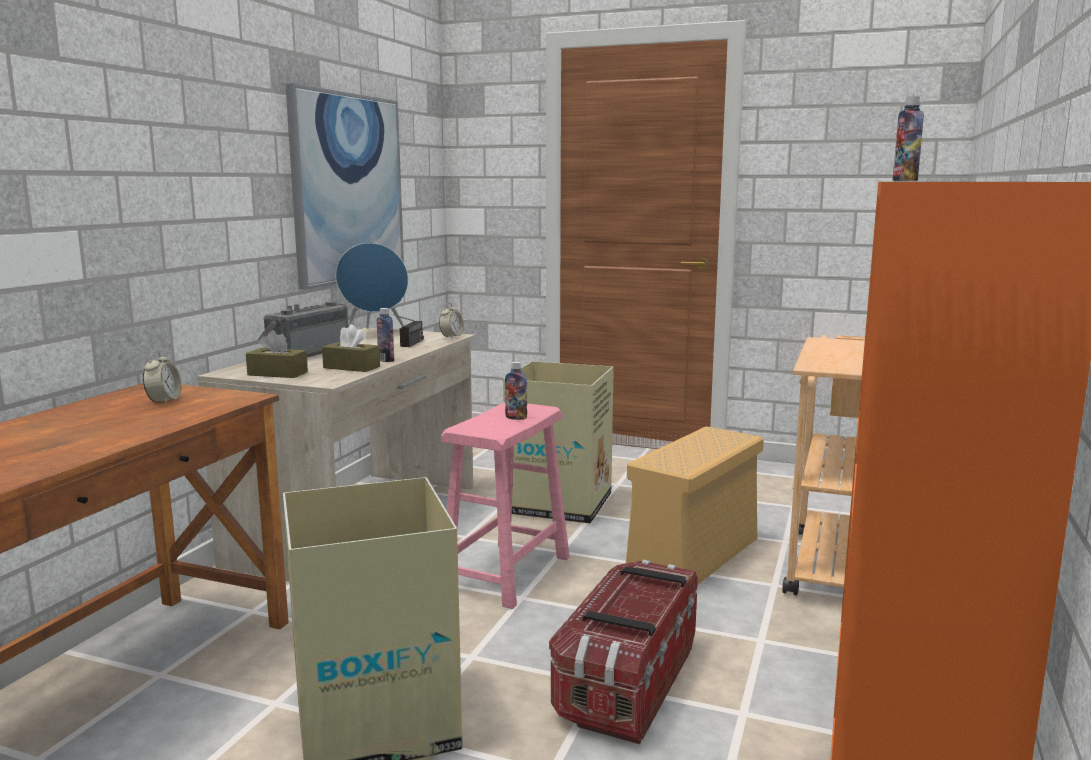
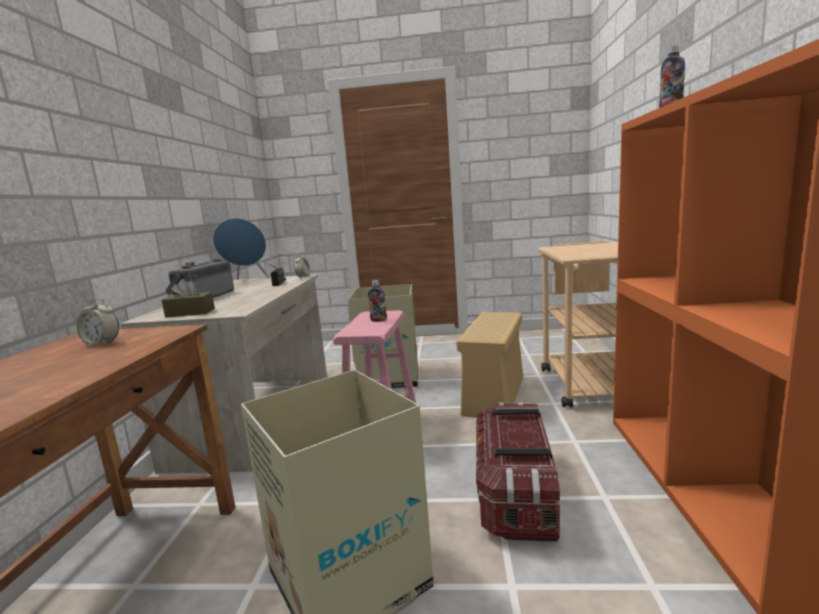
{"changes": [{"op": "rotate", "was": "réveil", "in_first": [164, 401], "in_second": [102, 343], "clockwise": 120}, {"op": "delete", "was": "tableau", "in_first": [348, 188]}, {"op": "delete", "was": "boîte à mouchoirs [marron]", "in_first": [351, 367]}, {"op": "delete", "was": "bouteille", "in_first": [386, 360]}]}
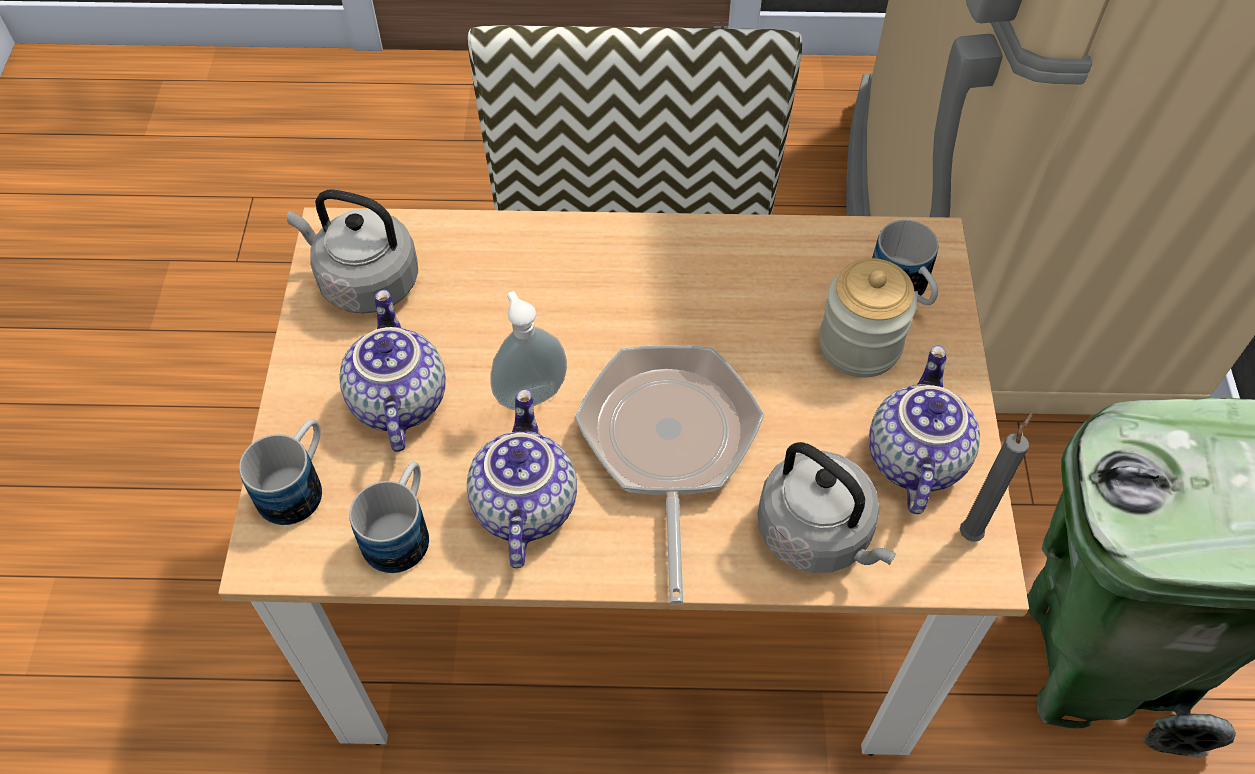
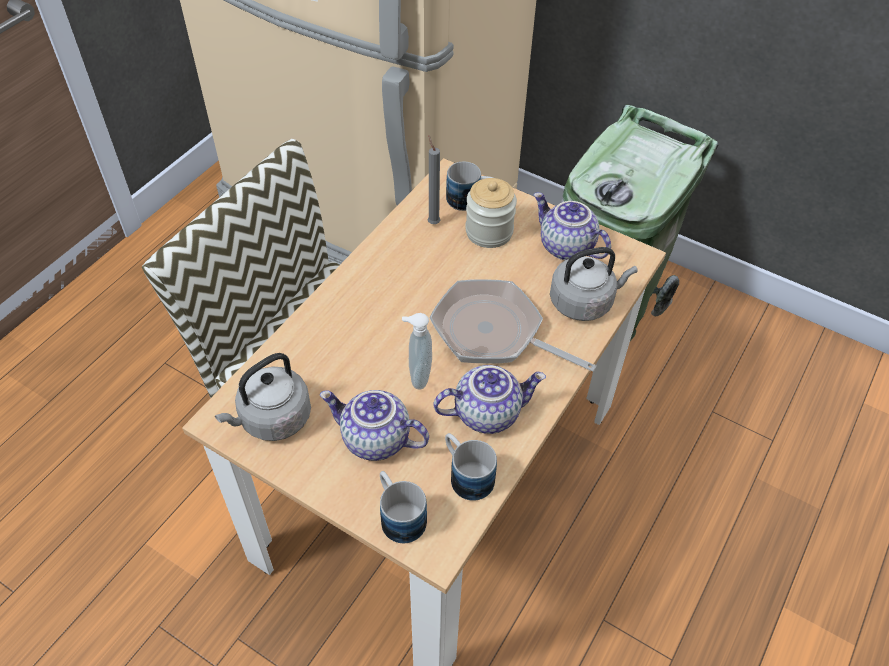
{"changes": [{"op": "rotate", "was": "théière", "in_first": [522, 505], "in_second": [487, 412], "clockwise": 135}, {"op": "move", "was": "bougie [gris]", "in_first": [971, 532], "in_second": [433, 222]}]}
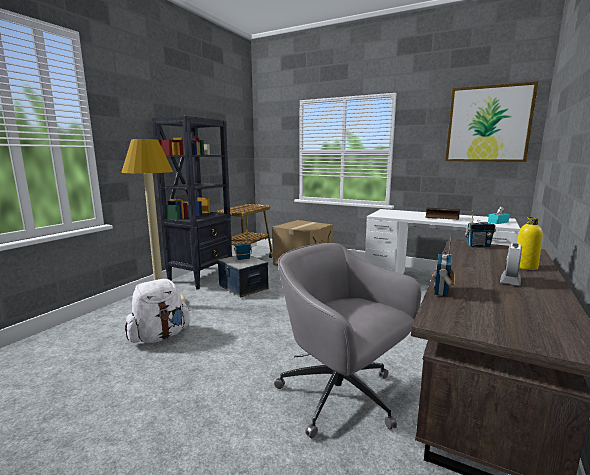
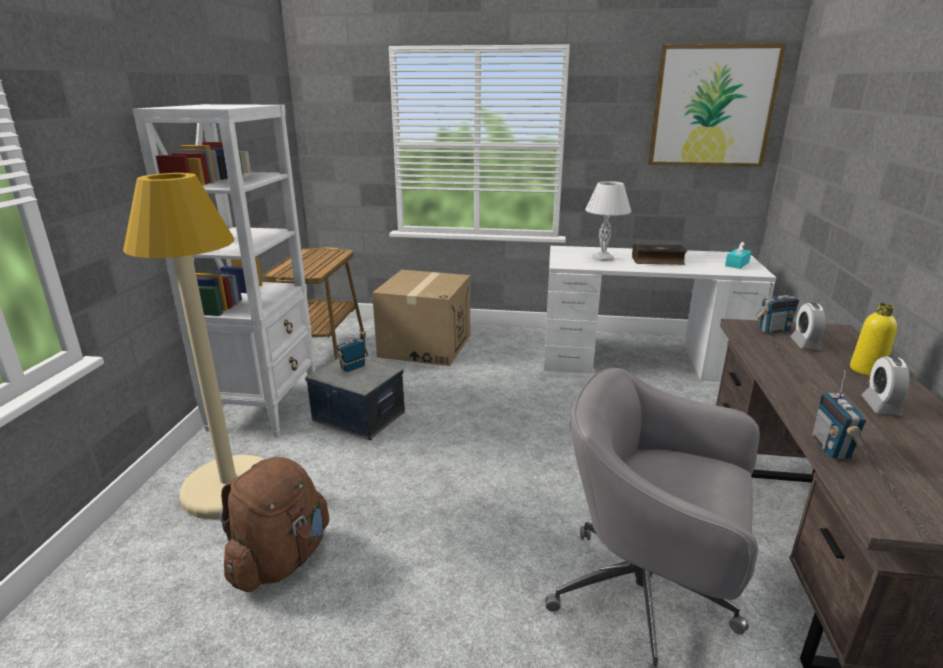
{"changes": [{"op": "recolor", "was": "sac à dos [blanc]", "now": "sac à dos [marron]", "in_first": [160, 336], "in_second": [281, 560]}, {"op": "recolor", "was": "bibliothèque [noir]", "now": "bibliothèque [blanc]", "in_first": [201, 277], "in_second": [265, 408]}, {"op": "insert", "now": "lampe de table [blanc]", "in_second": [603, 258]}, {"op": "insert", "now": "réveil", "in_second": [804, 344]}]}
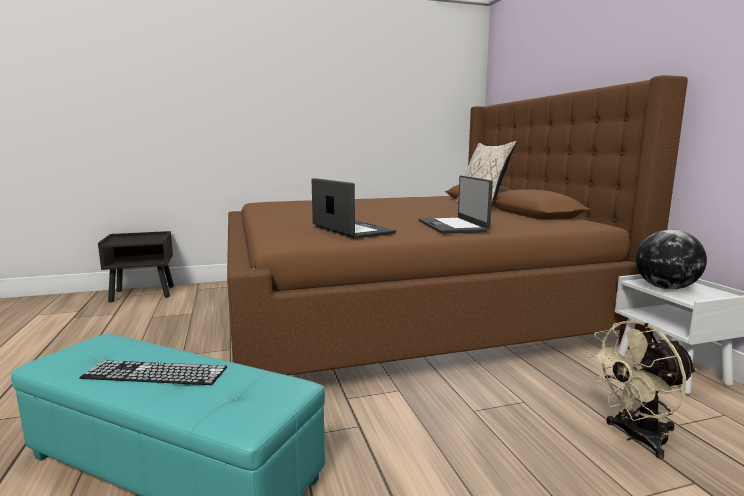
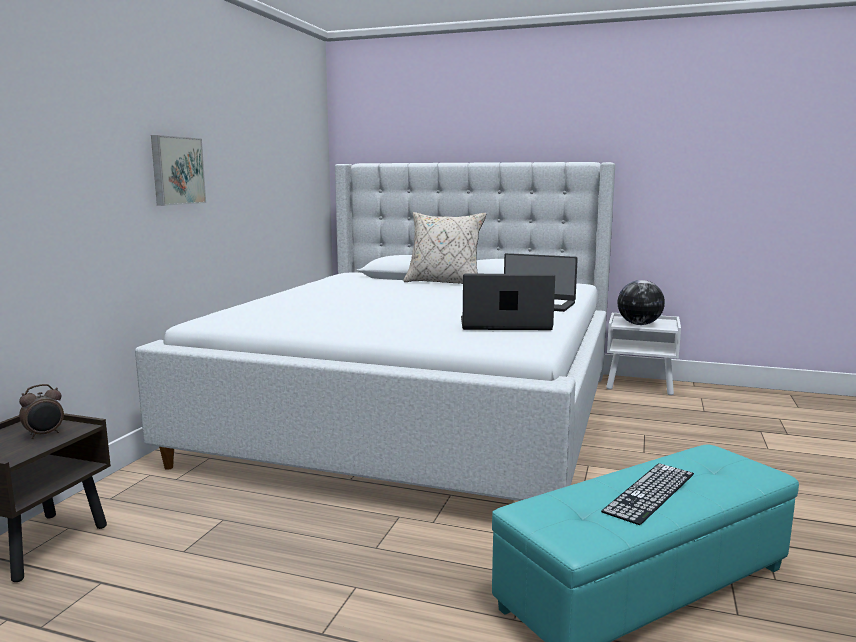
{"changes": [{"op": "recolor", "was": "lit [marron]", "now": "lit [blanc]", "in_first": [406, 310], "in_second": [420, 414]}, {"op": "delete", "was": "ventilateur [beige]", "in_first": [636, 438]}, {"op": "insert", "now": "réveil", "in_second": [45, 434]}, {"op": "insert", "now": "tableau", "in_second": [176, 171]}]}
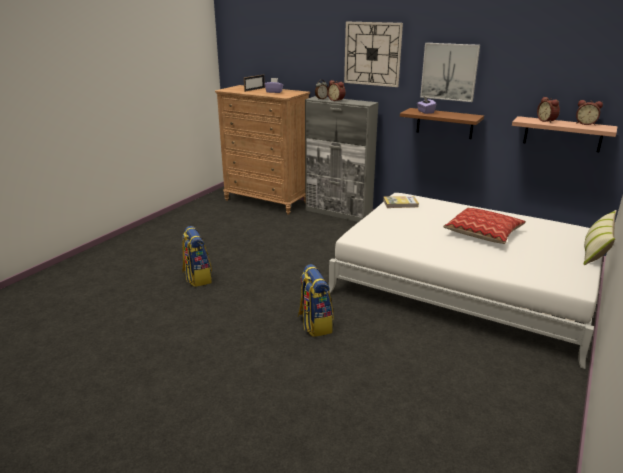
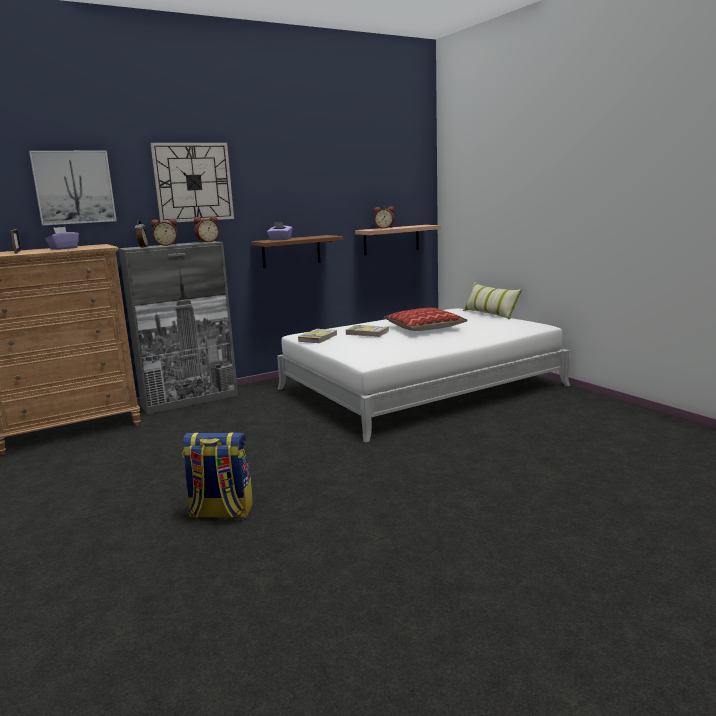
{"changes": [{"op": "delete", "was": "sac à dos", "in_first": [314, 324]}, {"op": "move", "was": "tableau", "in_first": [449, 72], "in_second": [74, 187]}, {"op": "move", "was": "réveil", "in_first": [585, 123], "in_second": [207, 242]}, {"op": "insert", "now": "livre", "in_second": [367, 333]}]}
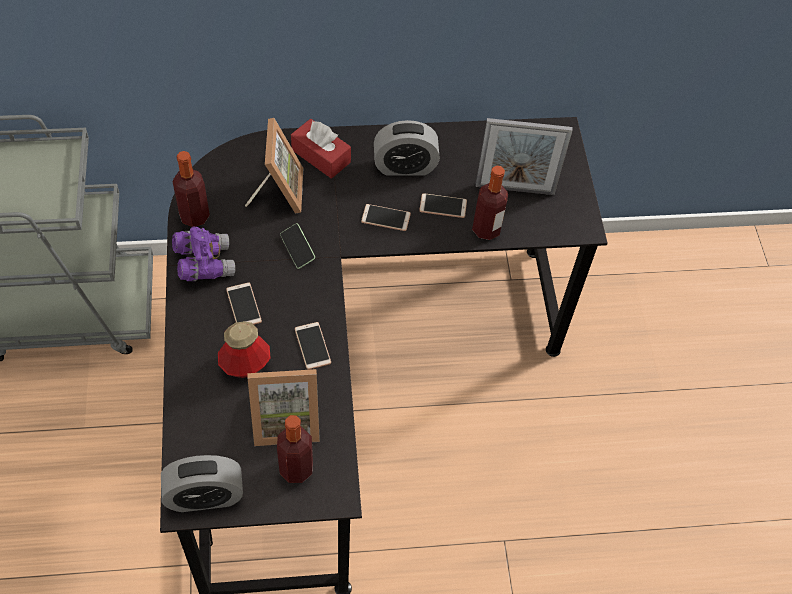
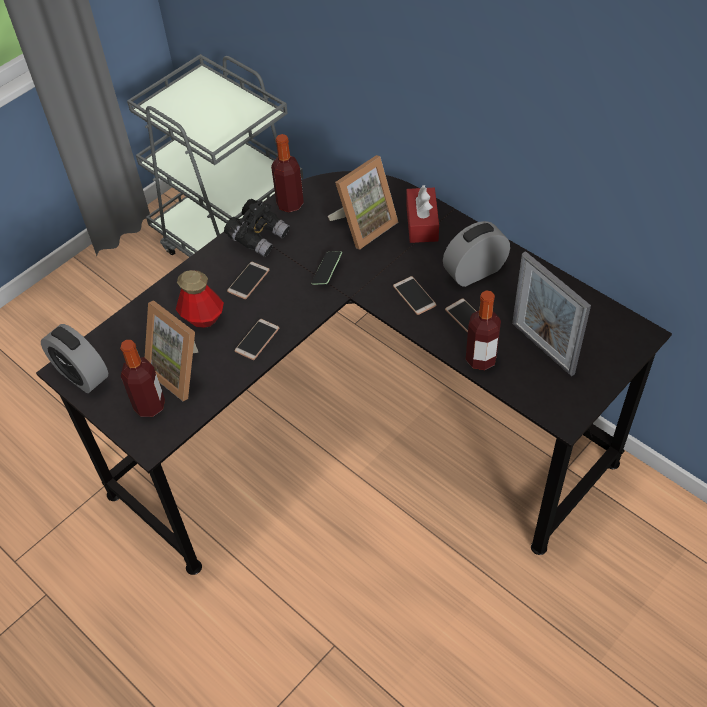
{"changes": [{"op": "recolor", "was": "jumelles [violet]", "now": "jumelles [noir]", "in_first": [204, 263], "in_second": [258, 237]}, {"op": "rotate", "was": "réveil", "in_first": [405, 166], "in_second": [475, 271], "clockwise": 105}]}
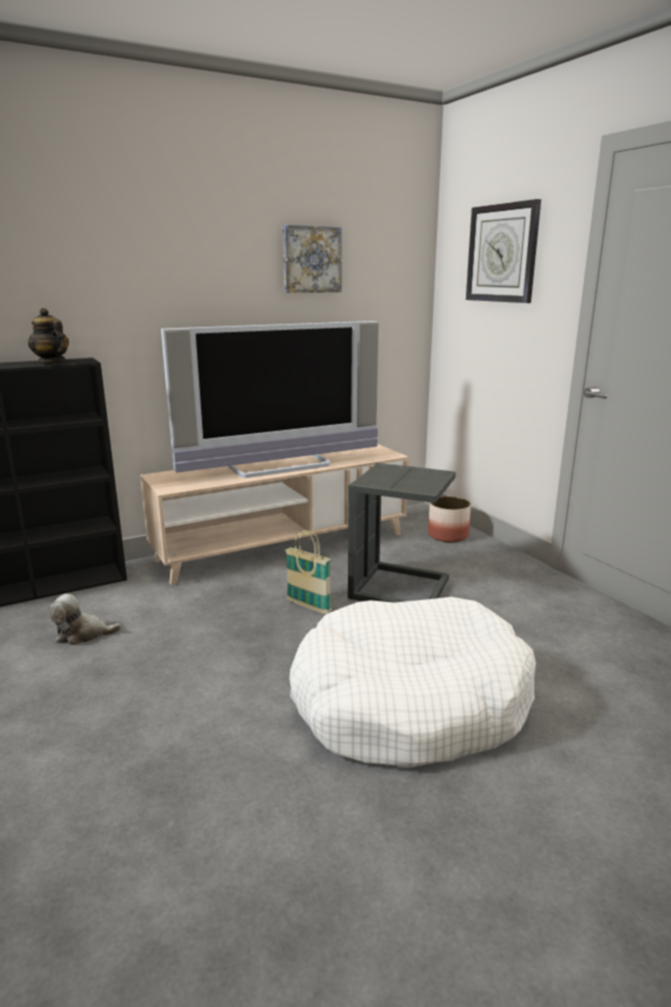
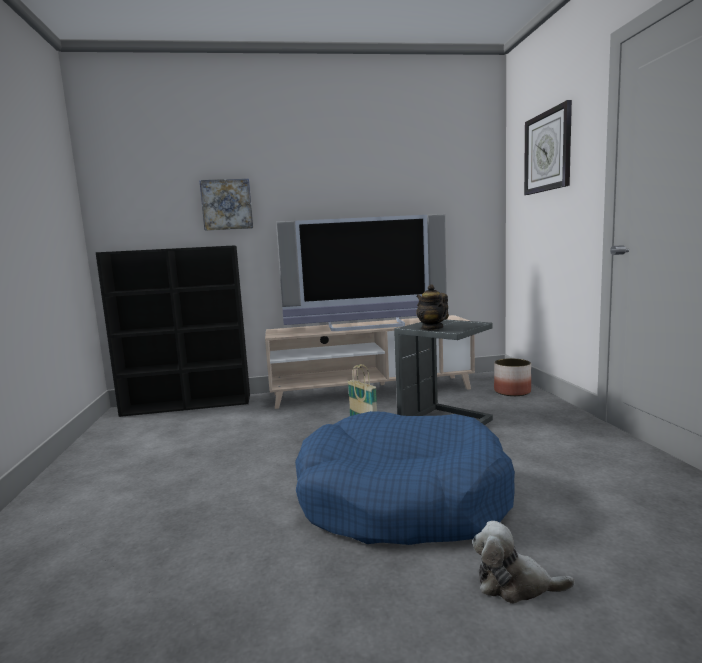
{"changes": [{"op": "move", "was": "théière", "in_first": [51, 363], "in_second": [432, 328]}, {"op": "move", "was": "peluche", "in_first": [83, 634], "in_second": [515, 584]}, {"op": "move", "was": "tableau", "in_first": [311, 259], "in_second": [227, 205]}, {"op": "recolor", "was": "panier pour chien [blanc]", "now": "panier pour chien [bleu]", "in_first": [409, 703], "in_second": [401, 499]}]}
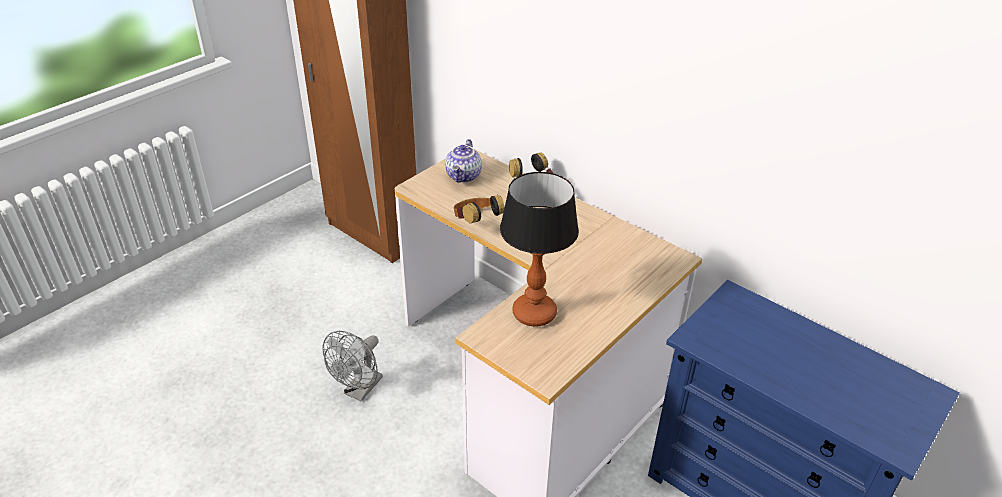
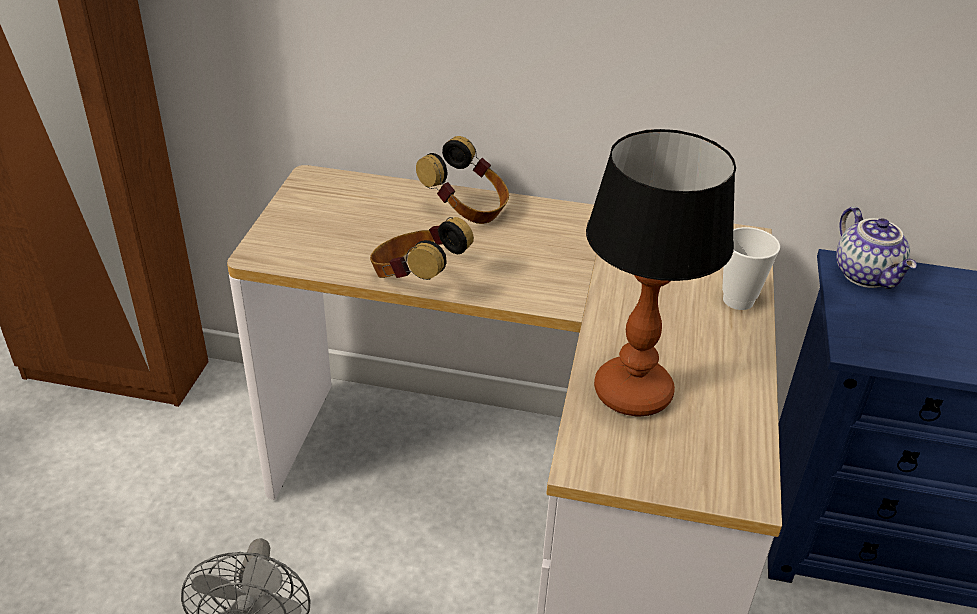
{"changes": [{"op": "move", "was": "théière", "in_first": [464, 176], "in_second": [867, 275]}, {"op": "insert", "now": "tasse", "in_second": [738, 300]}]}
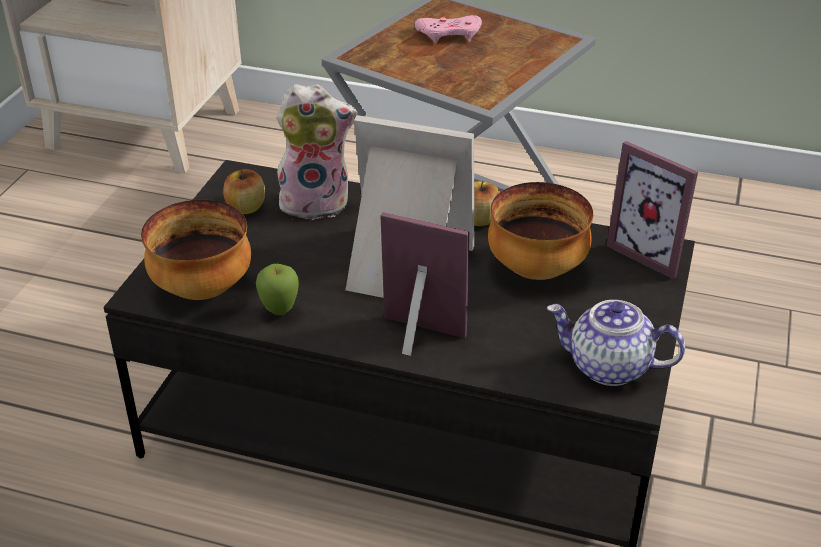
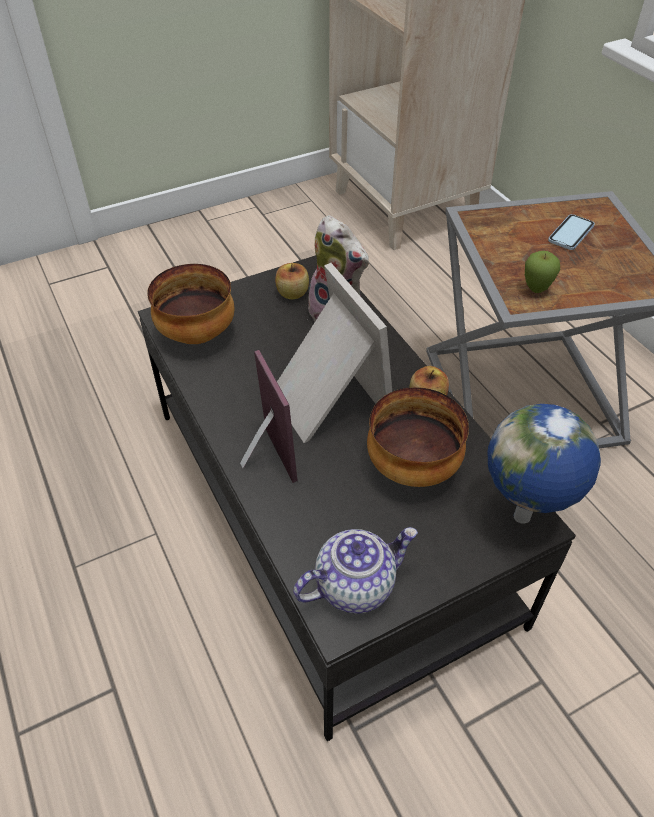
{"changes": [{"op": "move", "was": "pomme", "in_first": [280, 312], "in_second": [536, 290]}, {"op": "replace", "was": "manette [rose]", "now": "téléphone", "in_first": [449, 34], "in_second": [570, 234]}, {"op": "rotate", "was": "théière", "in_first": [608, 367], "in_second": [355, 584], "clockwise": 90}, {"op": "replace", "was": "cadre photo", "now": "globe", "in_first": [652, 252], "in_second": [523, 518]}]}
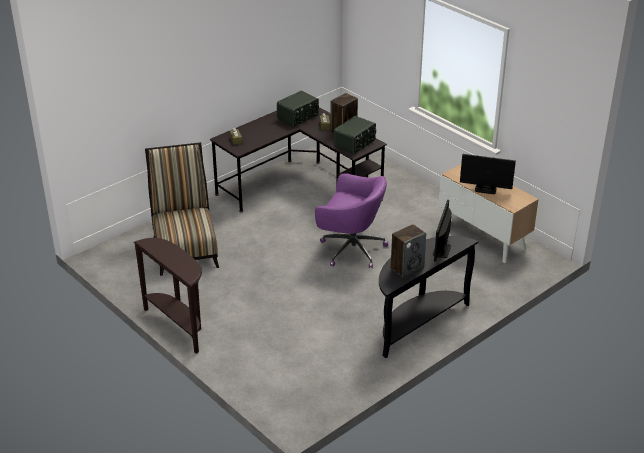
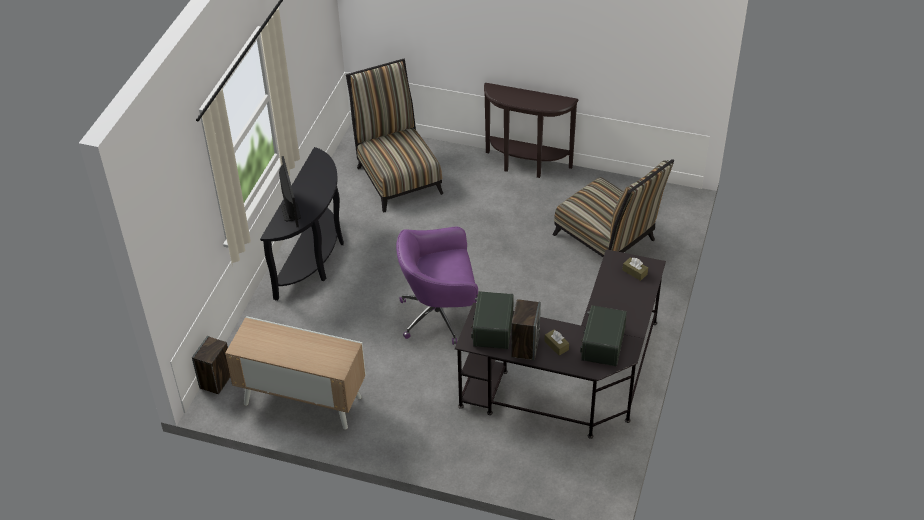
{"changes": [{"op": "move", "was": "enceinte", "in_first": [407, 268], "in_second": [216, 381]}, {"op": "delete", "was": "écran d'ordinateur", "in_first": [485, 189]}, {"op": "insert", "now": "chaise", "in_second": [397, 176]}]}
